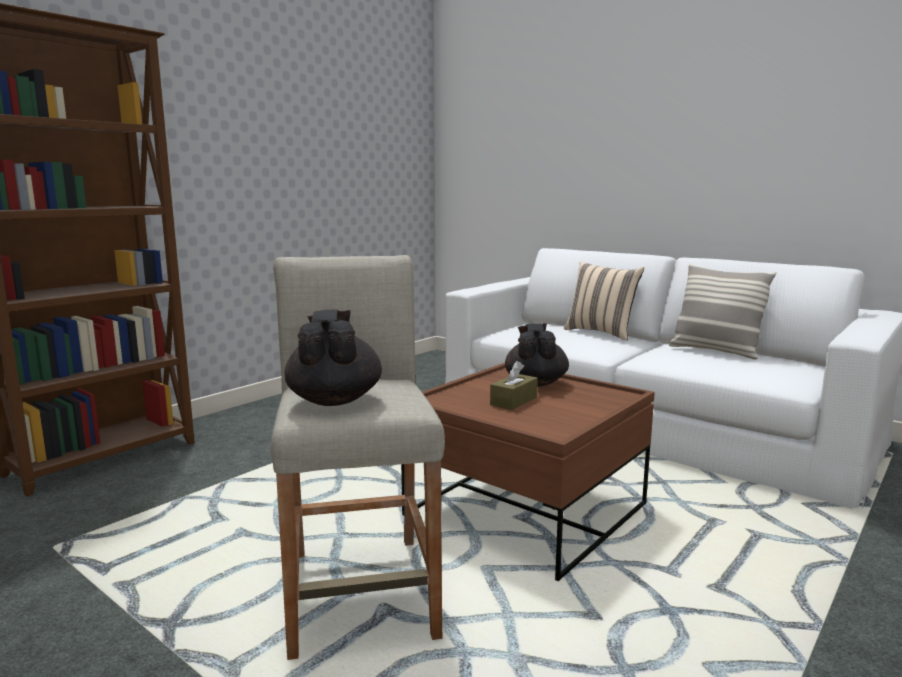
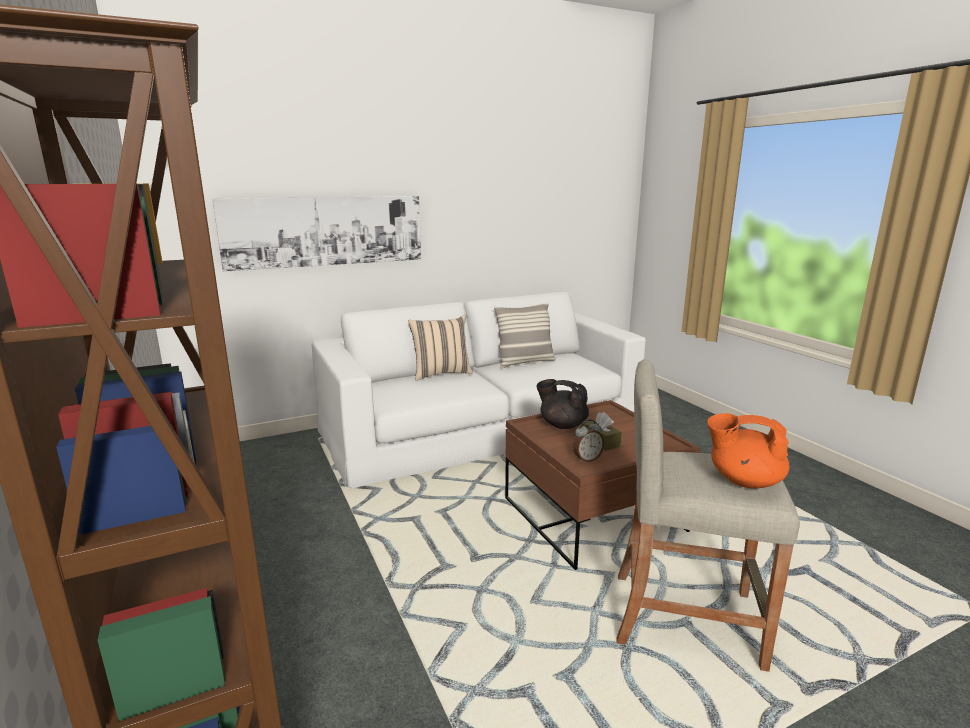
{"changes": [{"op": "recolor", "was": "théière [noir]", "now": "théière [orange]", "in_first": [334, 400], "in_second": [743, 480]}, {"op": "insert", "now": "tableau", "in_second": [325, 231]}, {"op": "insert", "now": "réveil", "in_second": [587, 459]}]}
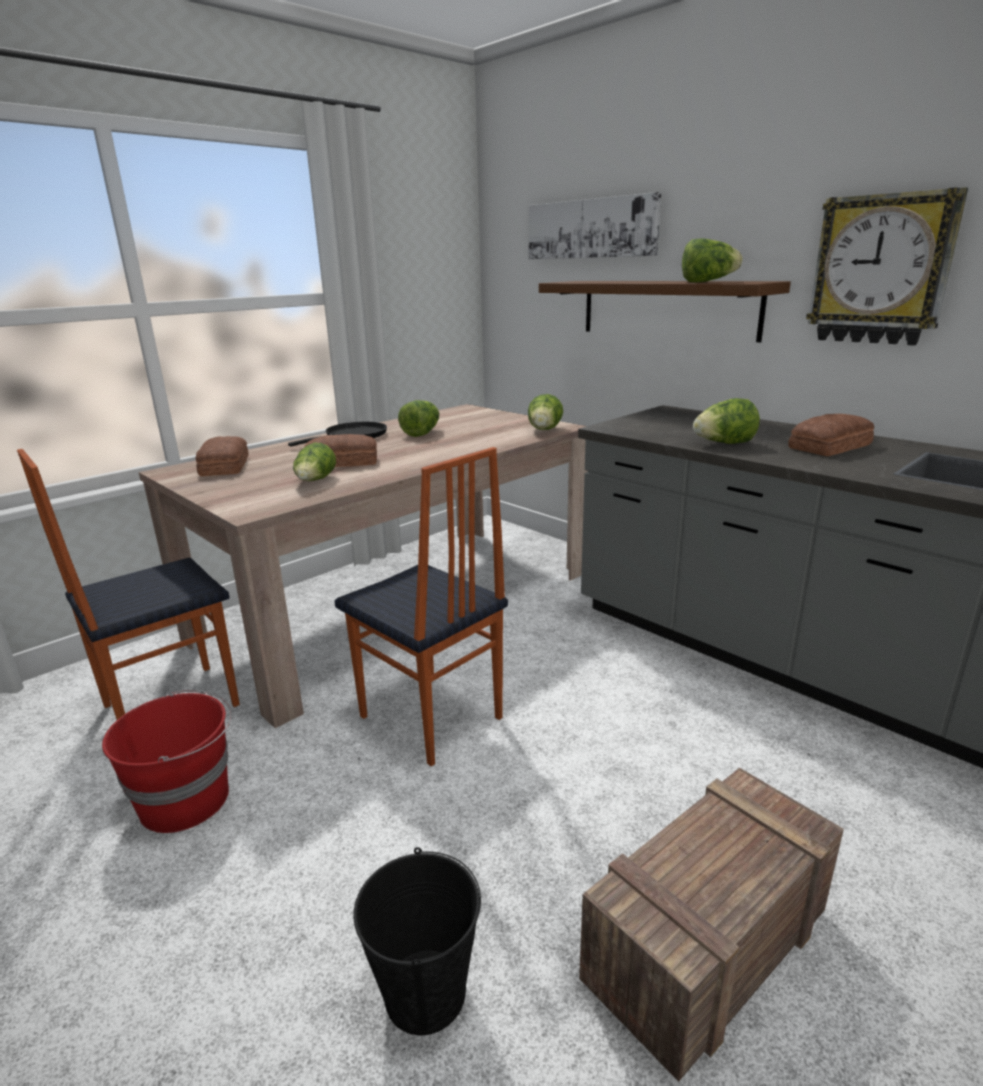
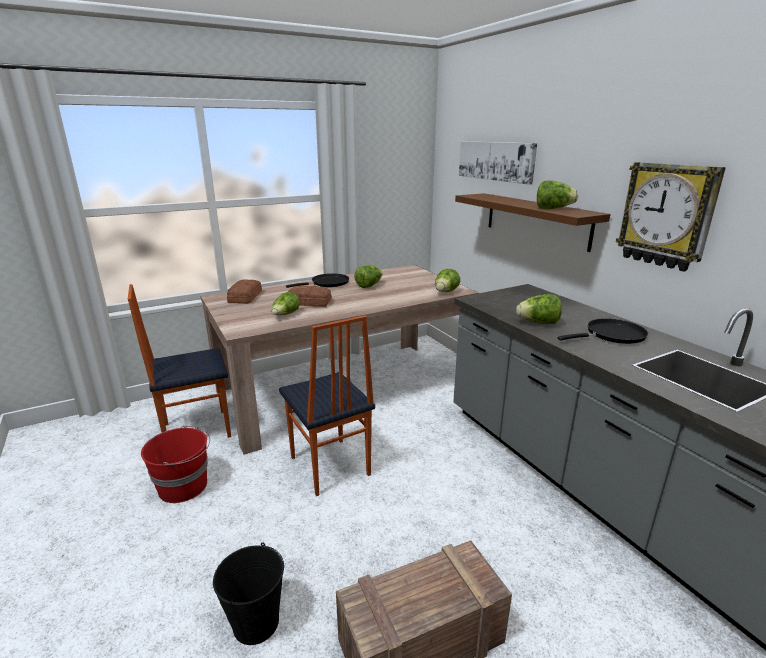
{"changes": [{"op": "replace", "was": "pain", "now": "poêle [noir]", "in_first": [832, 446], "in_second": [612, 335]}]}
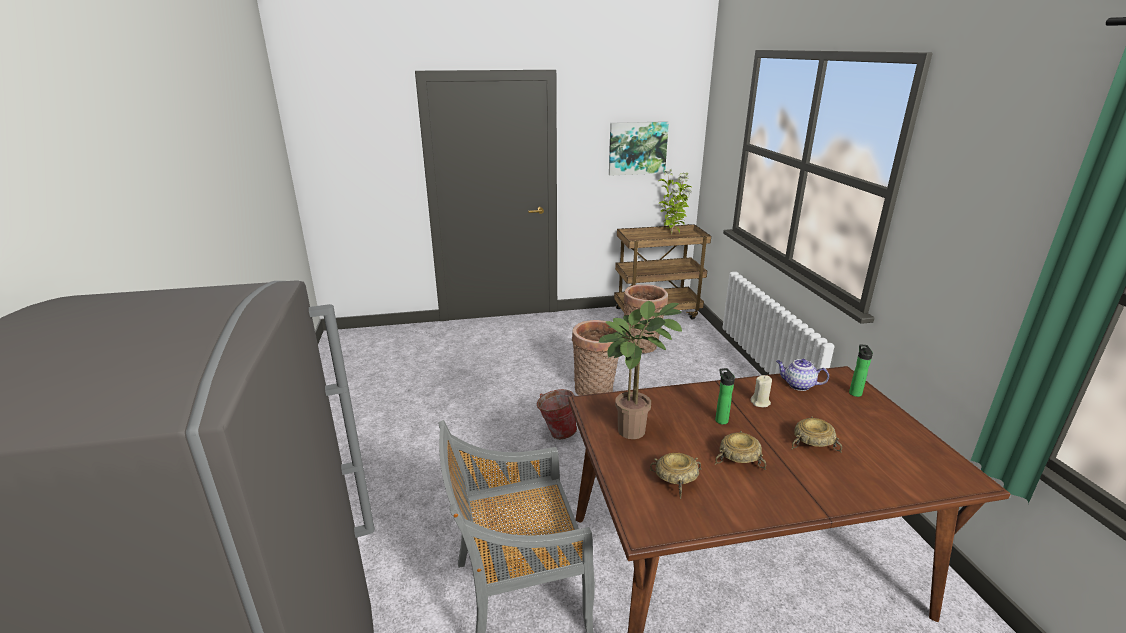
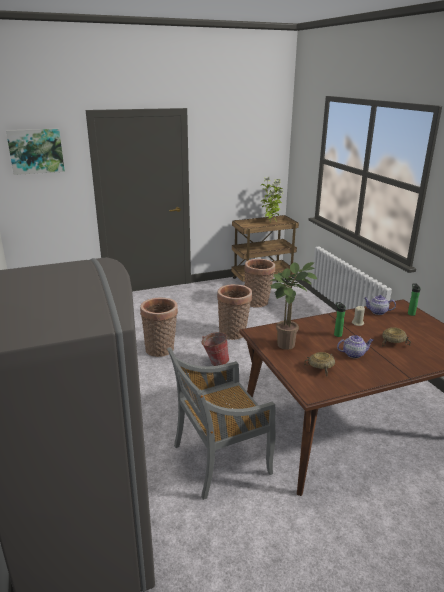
{"changes": [{"op": "move", "was": "tableau", "in_first": [637, 148], "in_second": [36, 151]}, {"op": "replace", "was": "bol [beige]", "now": "théière", "in_first": [739, 459], "in_second": [354, 354]}, {"op": "insert", "now": "panier", "in_second": [161, 350]}]}
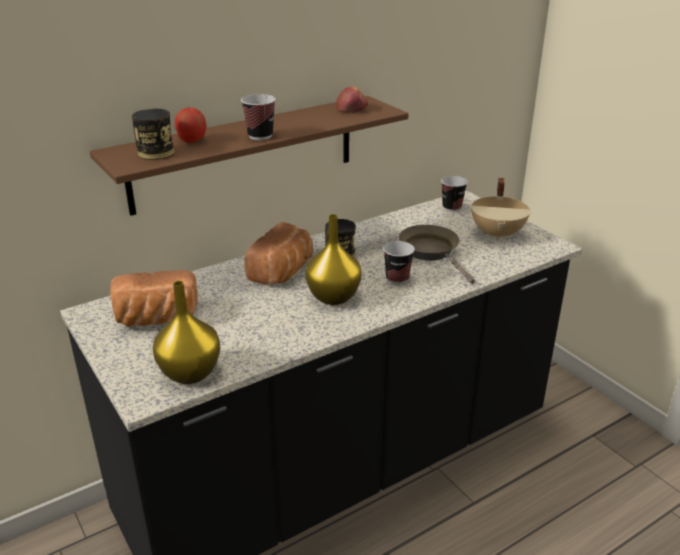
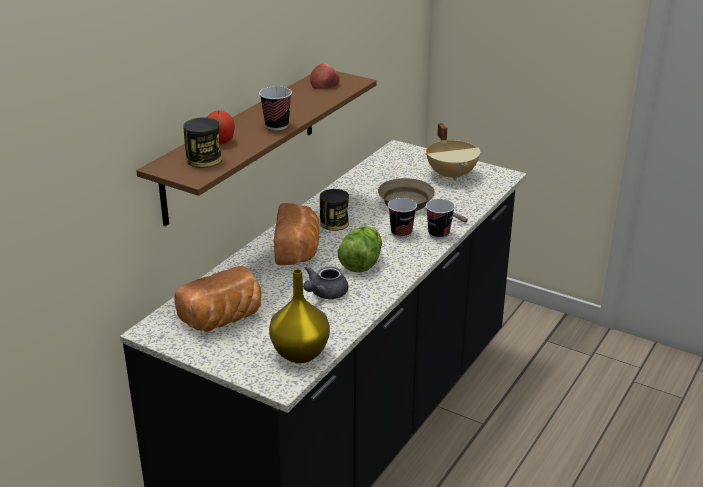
{"changes": [{"op": "replace", "was": "vase [jaune]", "now": "laitue", "in_first": [332, 297], "in_second": [361, 261]}, {"op": "move", "was": "tasse", "in_first": [452, 207], "in_second": [438, 234]}, {"op": "insert", "now": "théière [gris]", "in_second": [324, 294]}]}
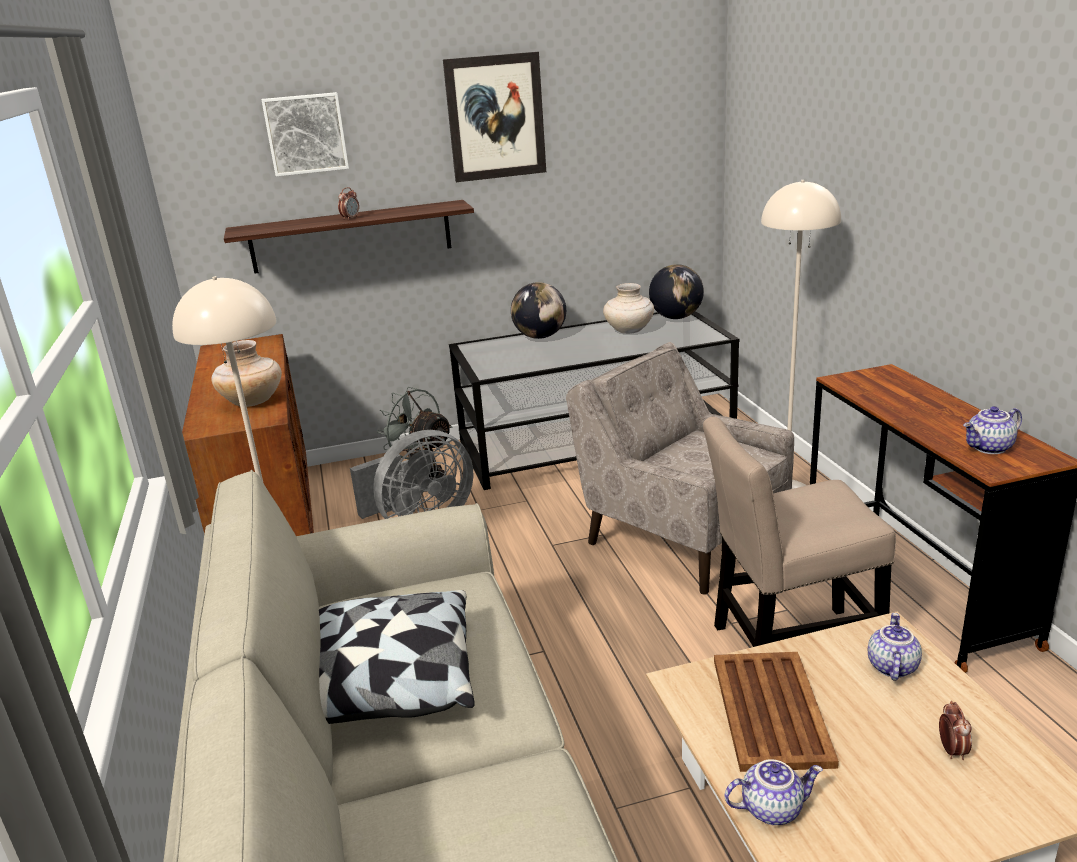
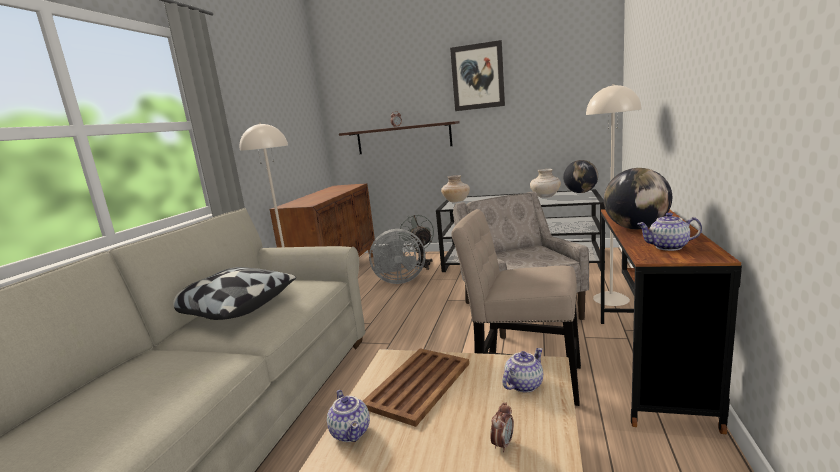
{"changes": [{"op": "move", "was": "vase [beige]", "in_first": [252, 402], "in_second": [456, 201]}, {"op": "delete", "was": "tableau", "in_first": [305, 134]}, {"op": "move", "was": "globe", "in_first": [540, 337], "in_second": [636, 228]}, {"op": "rotate", "was": "théière", "in_first": [772, 808], "in_second": [351, 432], "clockwise": 45}]}
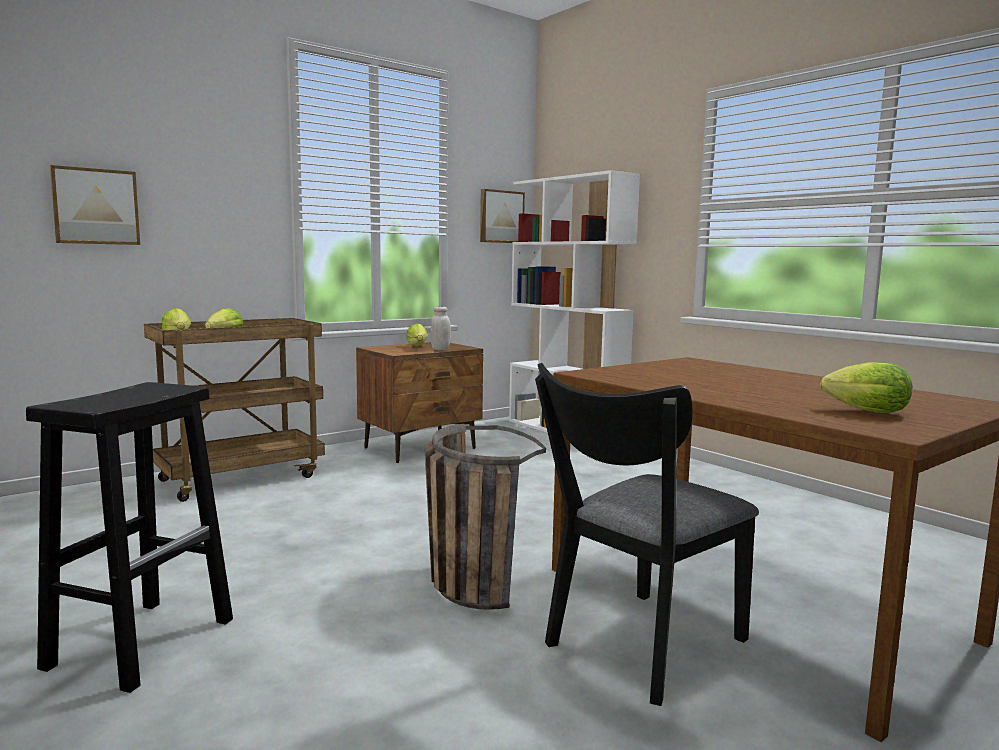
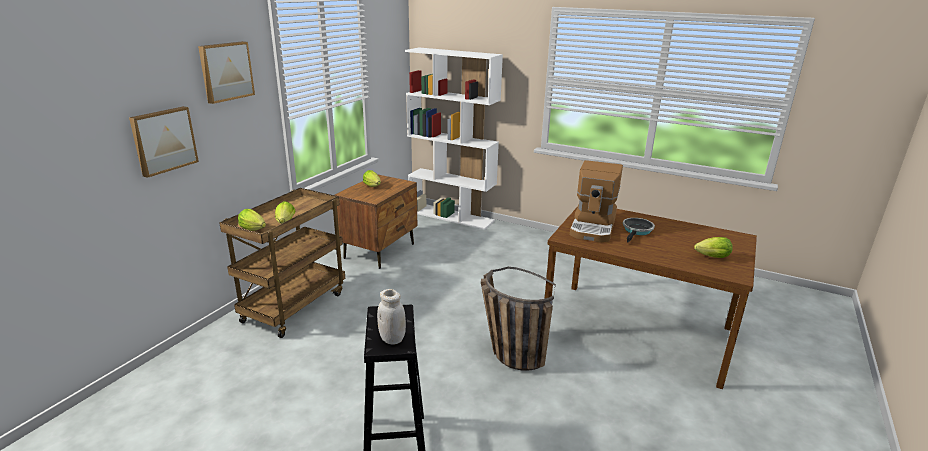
{"changes": [{"op": "move", "was": "bocal [blanc]", "in_first": [440, 349], "in_second": [392, 339]}, {"op": "move", "was": "tableau", "in_first": [500, 217], "in_second": [225, 71]}, {"op": "delete", "was": "chaise [noir]", "in_first": [638, 647]}, {"op": "insert", "now": "machine à café", "in_second": [594, 227]}, {"op": "insert", "now": "poêle", "in_second": [637, 231]}]}
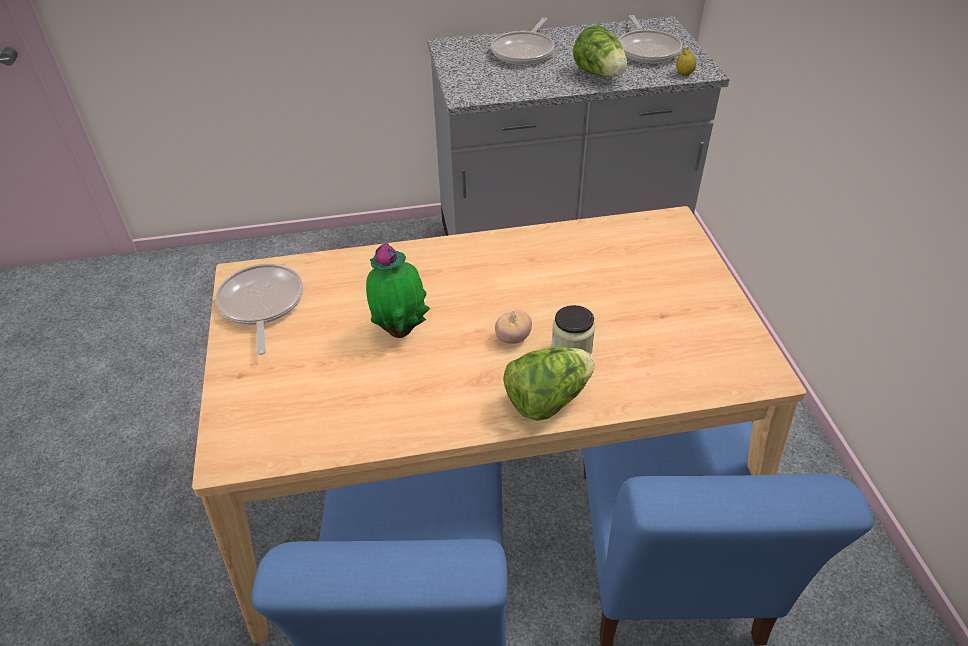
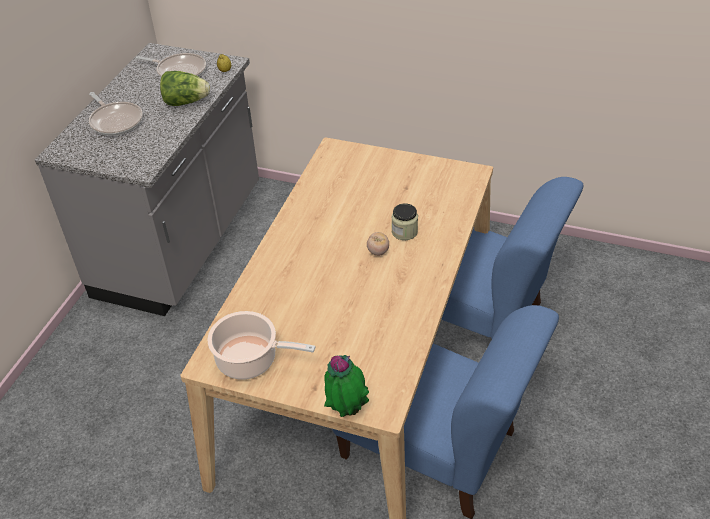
{"changes": [{"op": "replace", "was": "poêle", "now": "marmite", "in_first": [261, 305], "in_second": [251, 360]}, {"op": "move", "was": "plante en pot", "in_first": [400, 330], "in_second": [346, 409]}, {"op": "delete", "was": "laitue", "in_first": [547, 399]}]}
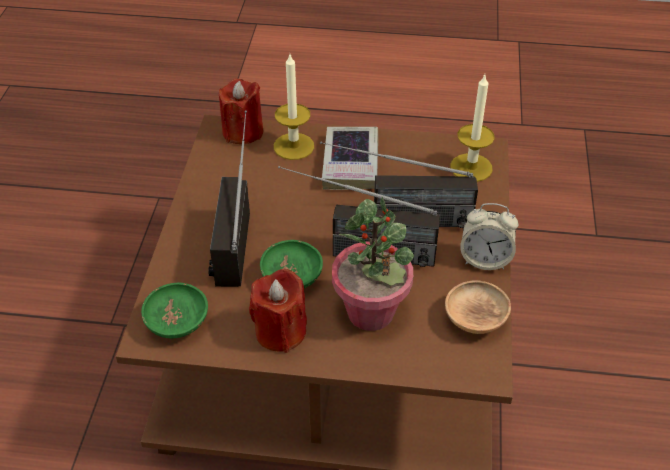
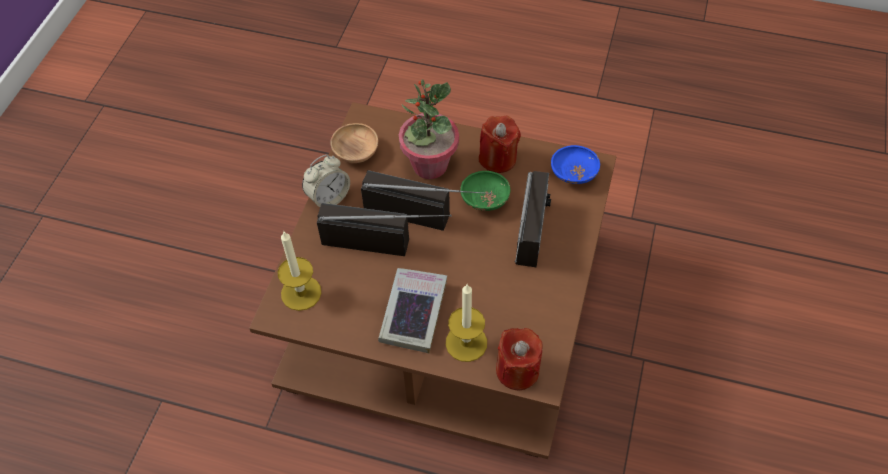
{"changes": [{"op": "recolor", "was": "bol [vert]", "now": "bol [bleu]", "in_first": [177, 322], "in_second": [573, 173]}, {"op": "rotate", "was": "réveil", "in_first": [485, 259], "in_second": [328, 197], "clockwise": 120}]}
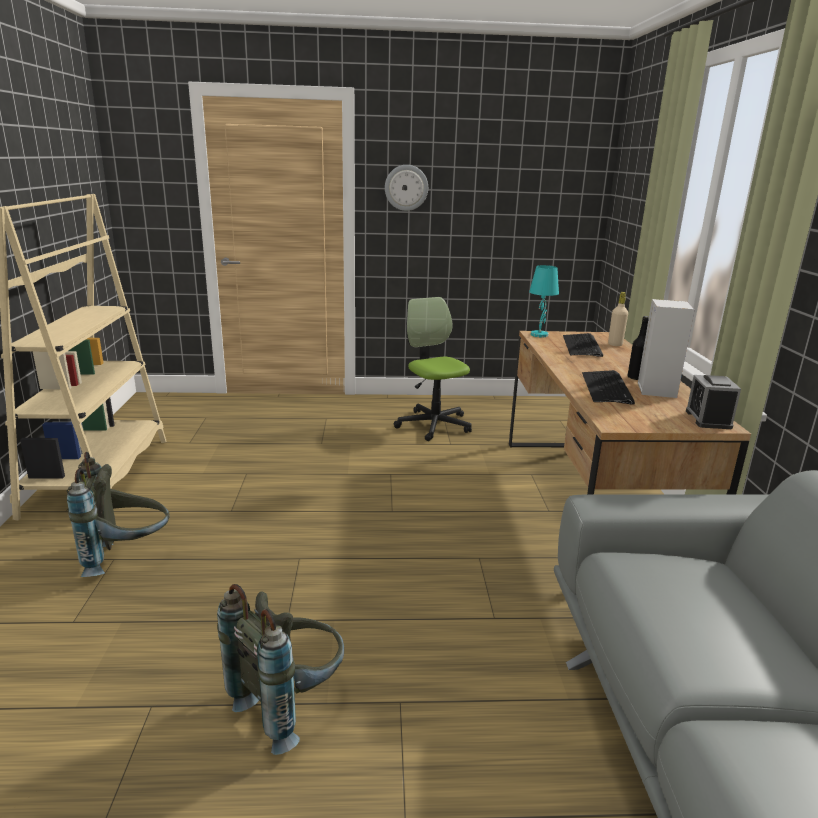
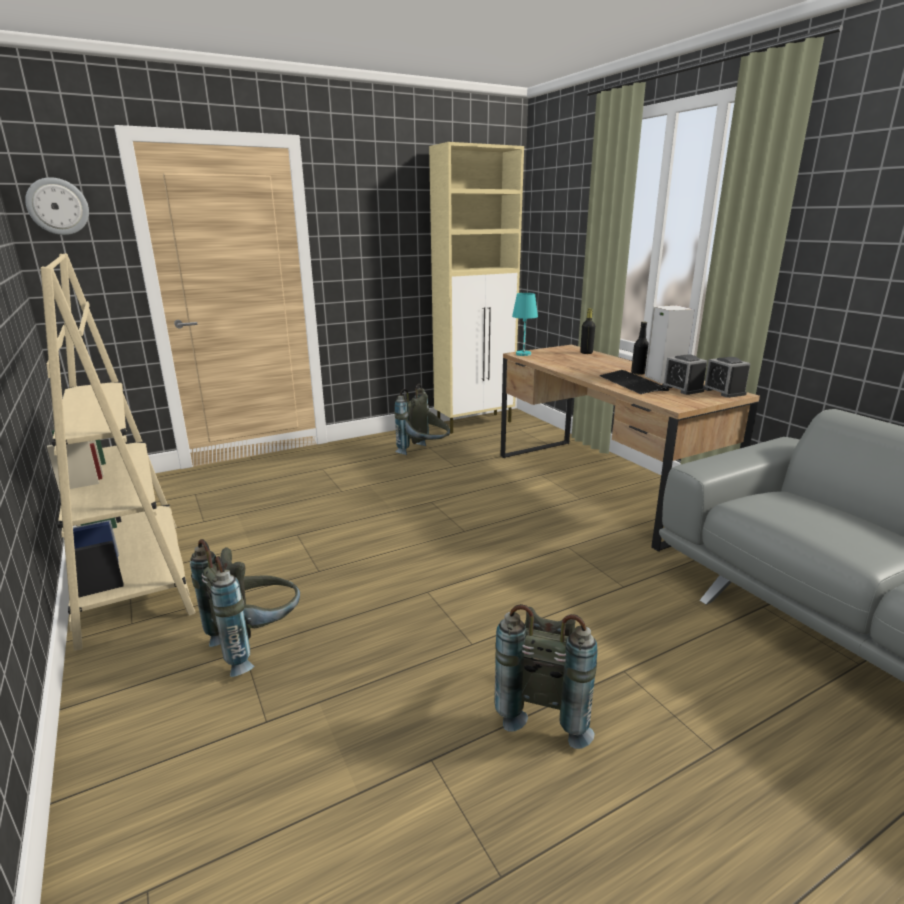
{"changes": [{"op": "move", "was": "horloge murale", "in_first": [406, 187], "in_second": [58, 206]}, {"op": "replace", "was": "chaise de bureau", "now": "sac à dos [gris]", "in_first": [433, 425], "in_second": [425, 454]}, {"op": "delete", "was": "clavier", "in_first": [582, 346]}, {"op": "recolor", "was": "bouteille [beige]", "now": "bouteille [noir]", "in_first": [615, 344], "in_second": [586, 353]}, {"op": "insert", "now": "meuble de rangement [beige]", "in_second": [475, 423]}, {"op": "insert", "now": "réveil", "in_second": [682, 389]}]}
